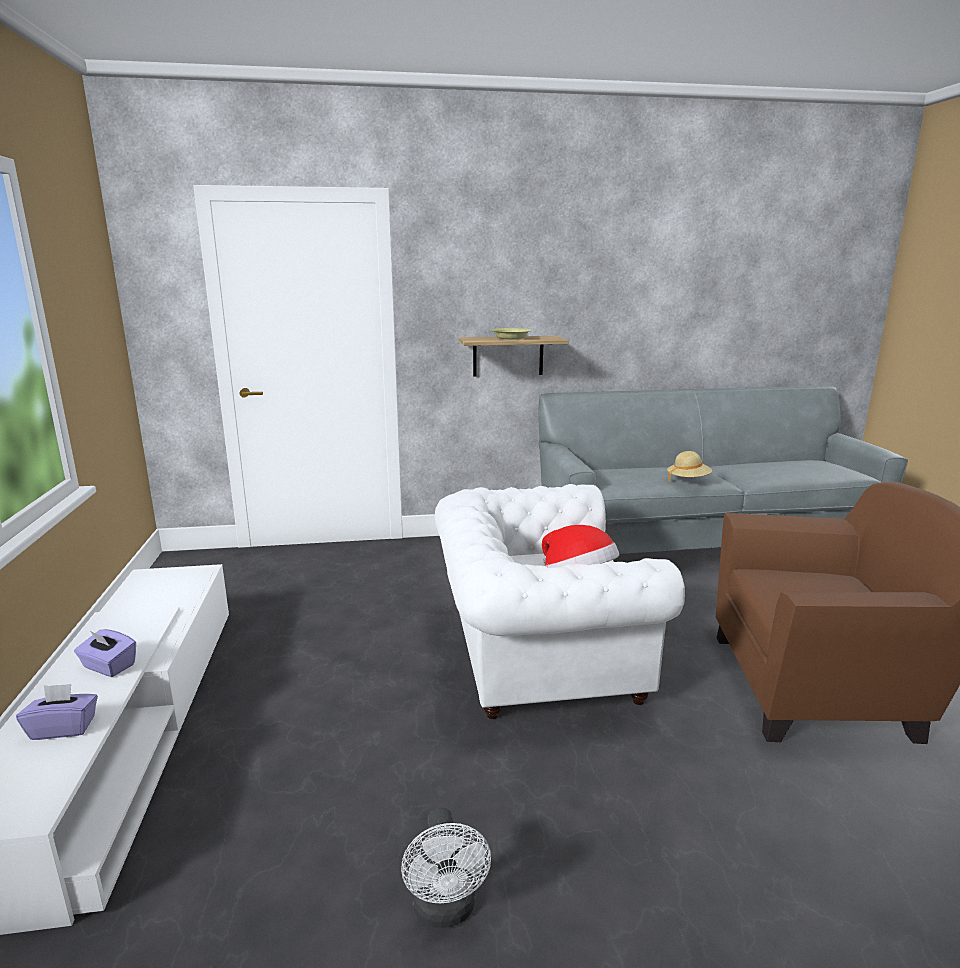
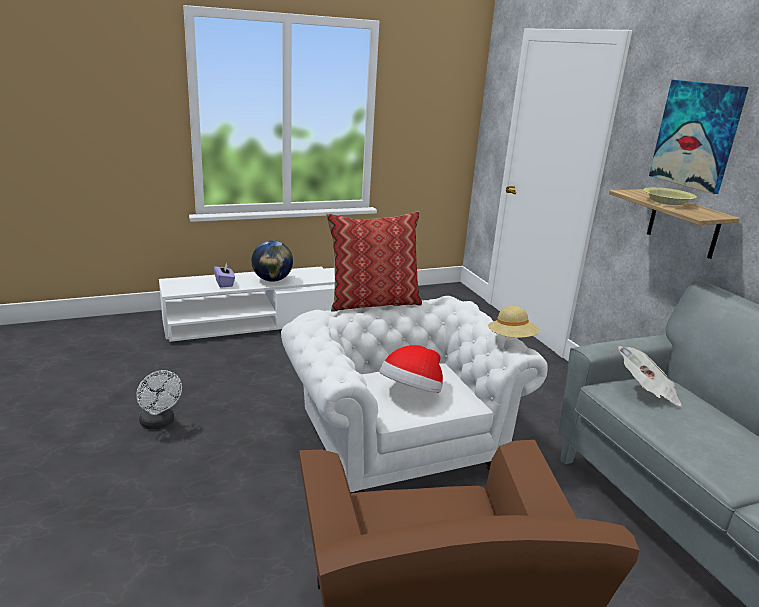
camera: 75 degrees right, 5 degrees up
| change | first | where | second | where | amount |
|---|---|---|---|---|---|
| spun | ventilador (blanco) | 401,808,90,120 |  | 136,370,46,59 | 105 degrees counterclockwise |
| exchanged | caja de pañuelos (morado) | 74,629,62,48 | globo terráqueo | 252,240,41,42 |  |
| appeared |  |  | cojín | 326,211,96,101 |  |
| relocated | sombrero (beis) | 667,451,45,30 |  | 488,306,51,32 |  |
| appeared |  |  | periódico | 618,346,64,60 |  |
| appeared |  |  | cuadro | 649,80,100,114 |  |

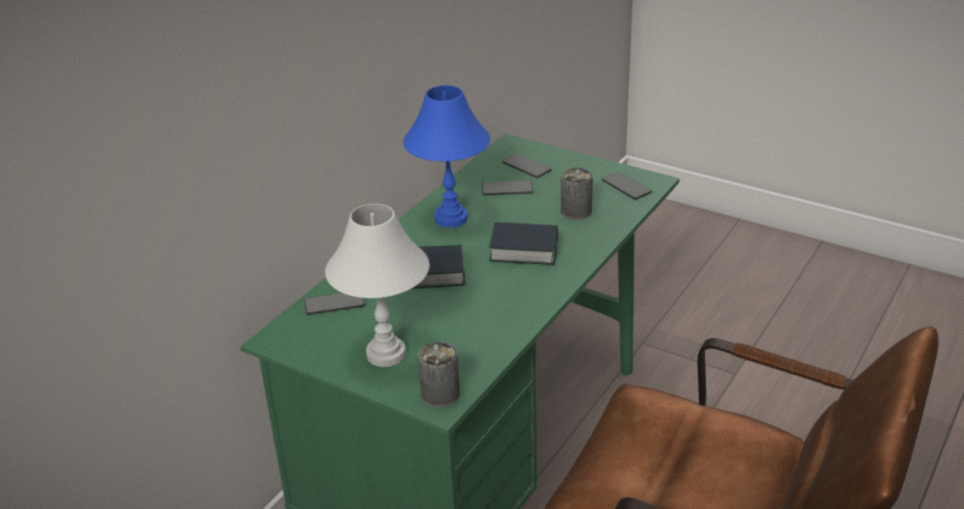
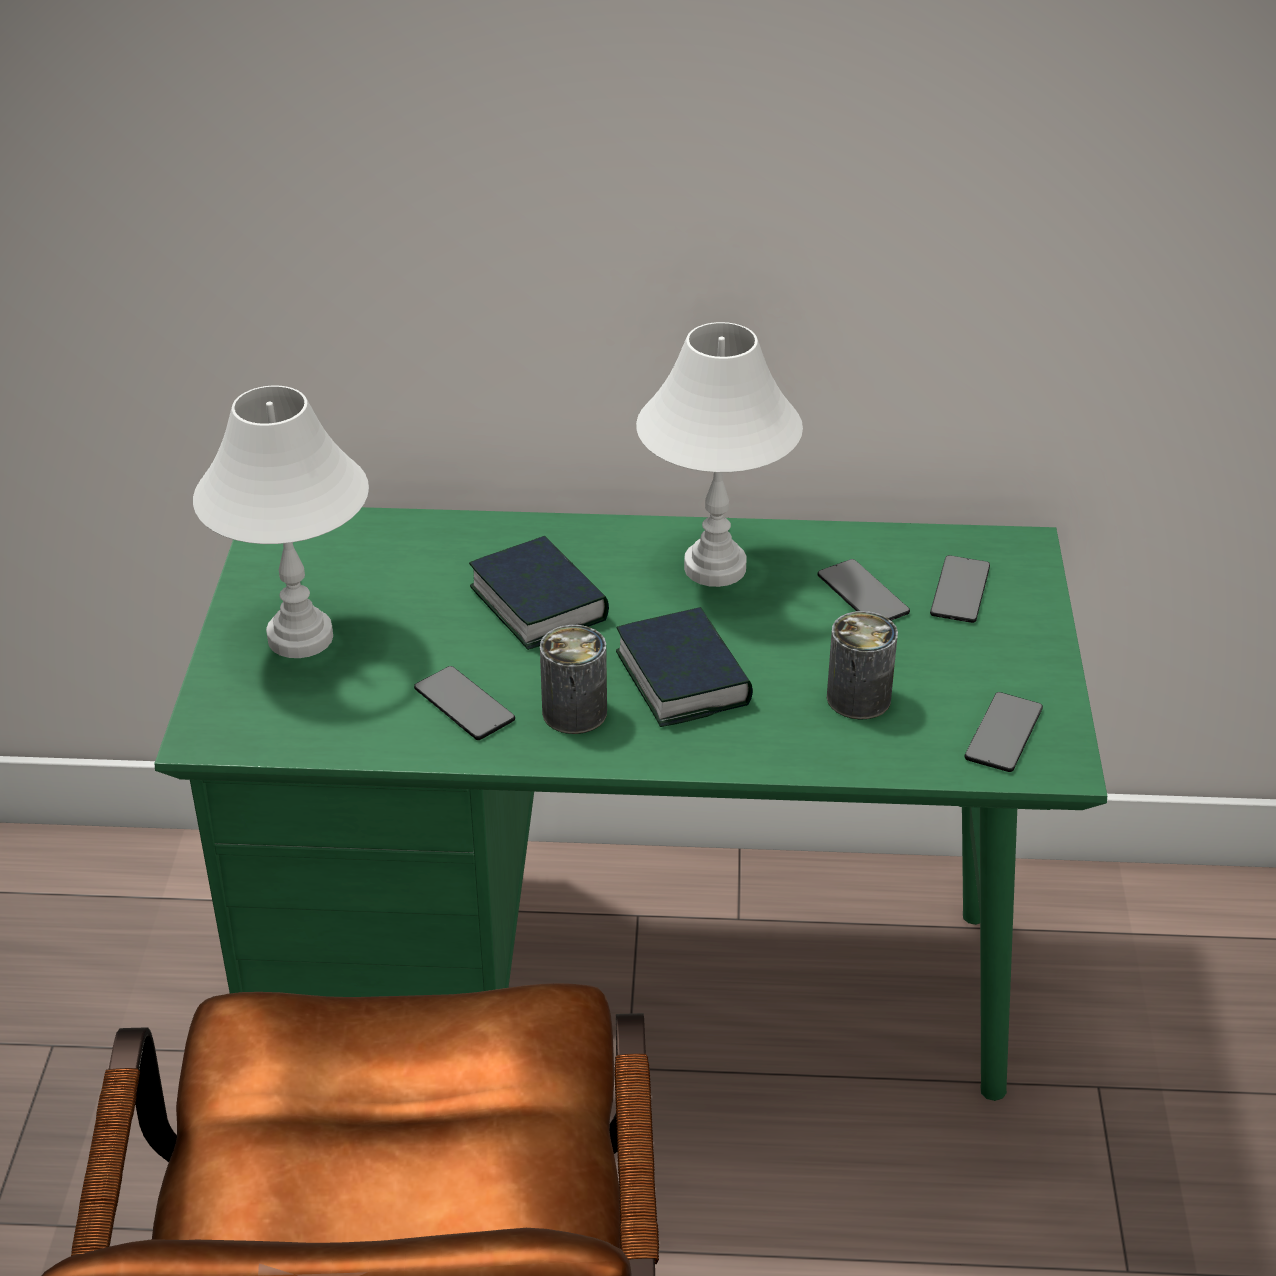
camera: 60 degrees right, 5 degrees up
| change | first | where | second | where | amount |
|---|---|---|---|---|---|
| relocated | móvil | 304,293,61,22 |  | 414,666,101,74 |  |
| relocated | lata | 418,341,42,67 |  | 540,625,67,109 |  |
| colour | lámpara de mesa (azul) | 403,85,87,143 | lámpara de mesa (blanco) | 636,322,167,265 |  |

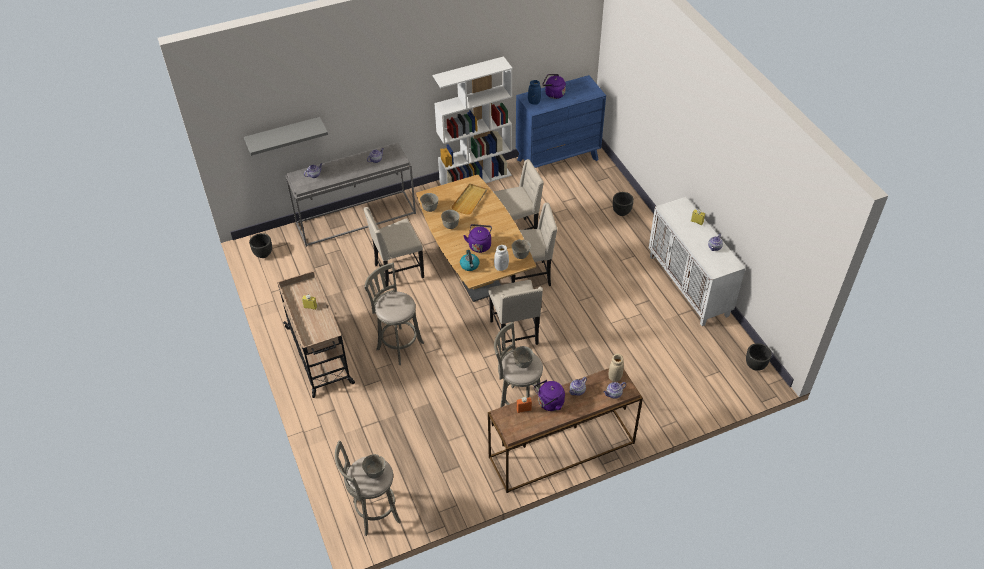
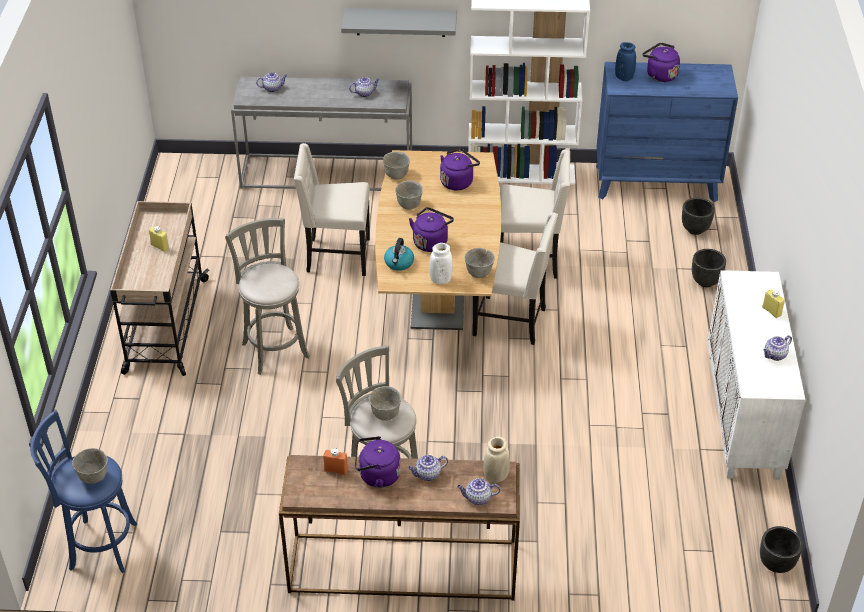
camera: 25 degrees right, 5 degrees down
| change | first | where | second | where | amount |
|---|---|---|---|---|---|
| colour | taburete (gris) | 335,440,66,96 | taburete (azul) | 30,410,107,163 |  |
| relocated | estante (gris) | 244,117,84,39 |  | 341,8,116,29 |  |
| exchanged | bandeja (beis) | 451,183,36,32 | hervidor (morado) | 440,148,40,43 |  |
| relocated | maceta (negro) | 249,233,23,25 |  | 682,198,33,37 |  |
| missing | silla (beis) | 488,280,55,71 |  |  |  |

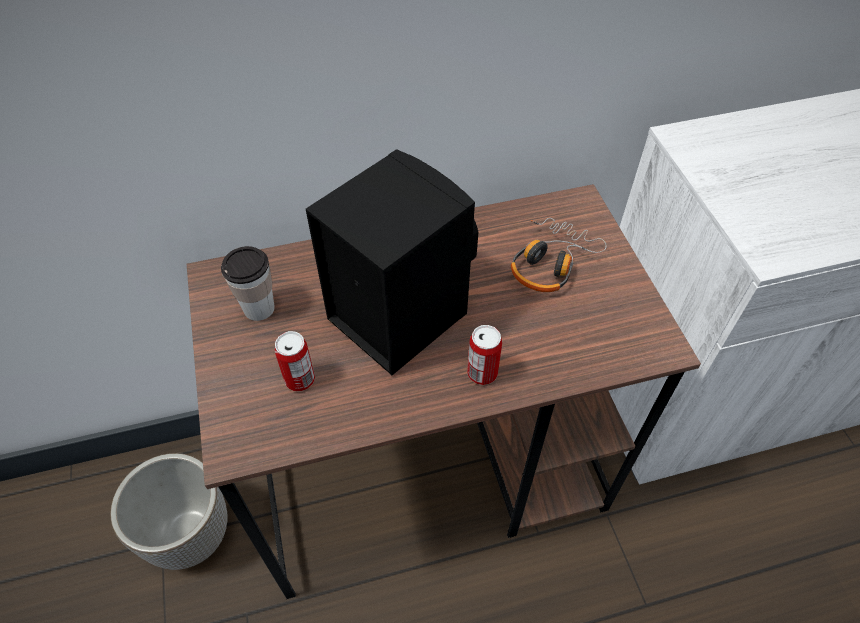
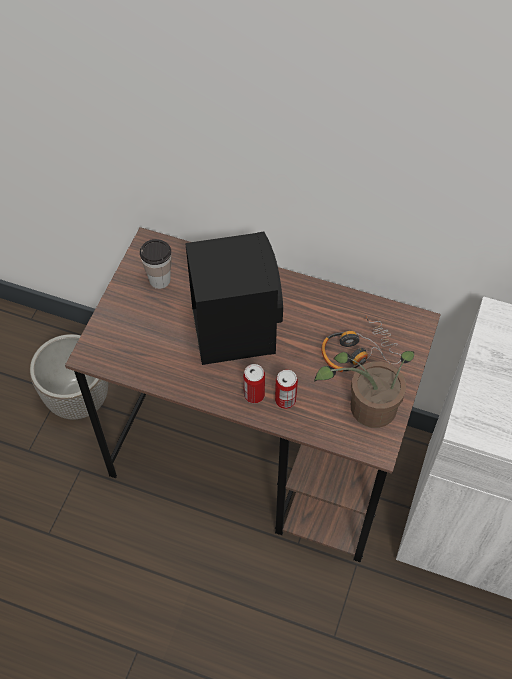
camera: 35 degrees right, 5 degrees up
| change | first | where | second | where | amount |
|---|---|---|---|---|---|
| relocated | lata | 275,331,40,60 |  | 275,370,23,39 |  |
| appeared |  |  | planta en maceta | 314,351,100,77 |  |

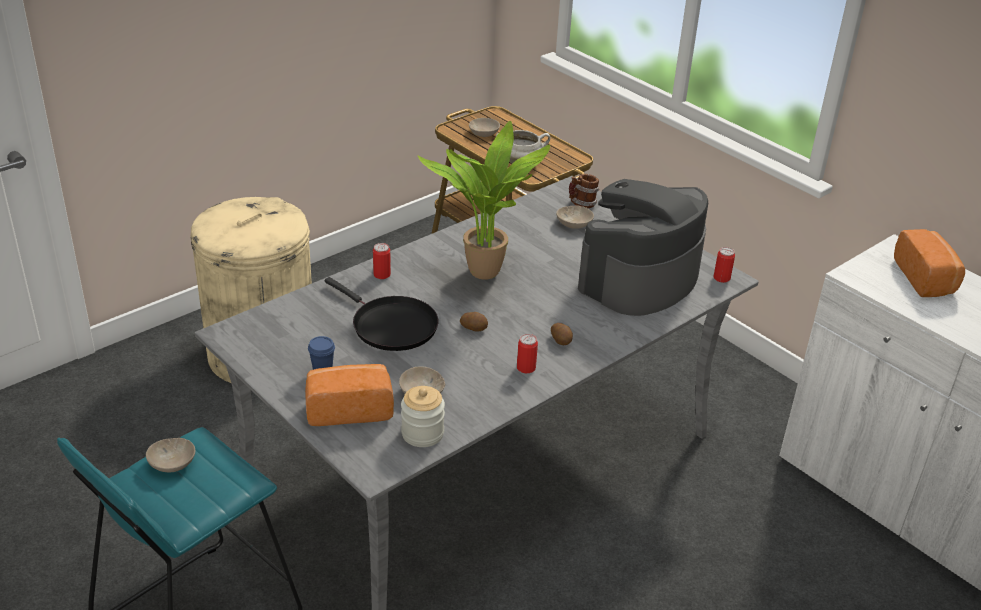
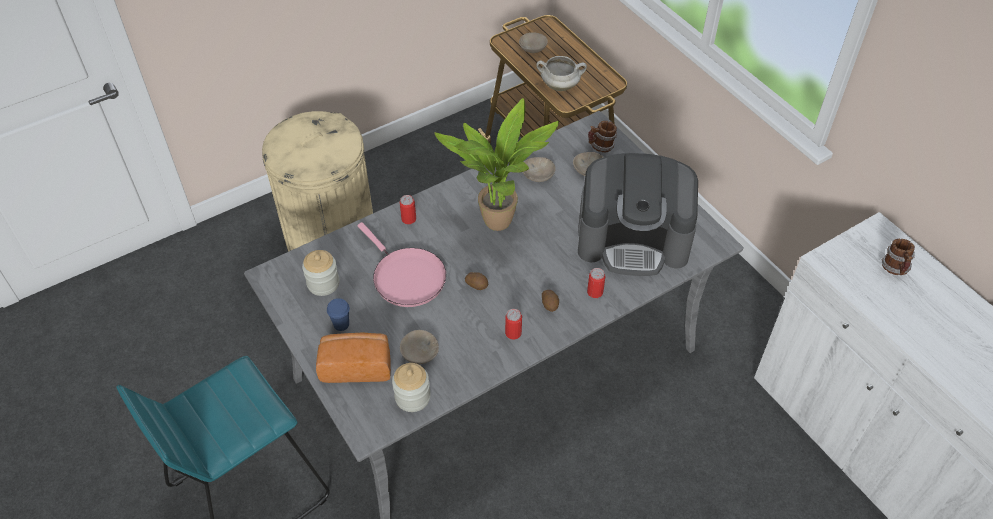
camera: 10 degrees right, 15 degrees up
| change | first | where | second | where | amount |
|---|---|---|---|---|---|
| appeared |  |  | tarro | 302,250,37,46 |  |
| colour | sartén (negro) | 325,277,113,74 | sartén (rosa) | 357,222,89,85 |  |
| relocated | cuenco (beis) | 146,438,49,34 |  | 523,157,33,25 |  |
| spun | cafetera | 578,179,130,137 |  | 578,153,120,123 | 135 degrees counterclockwise |
| relocated | lata | 714,247,21,36 |  | 587,268,18,30 |  |
| exchanged | pan | 894,229,71,68 | taza grande | 882,239,33,36 |  |

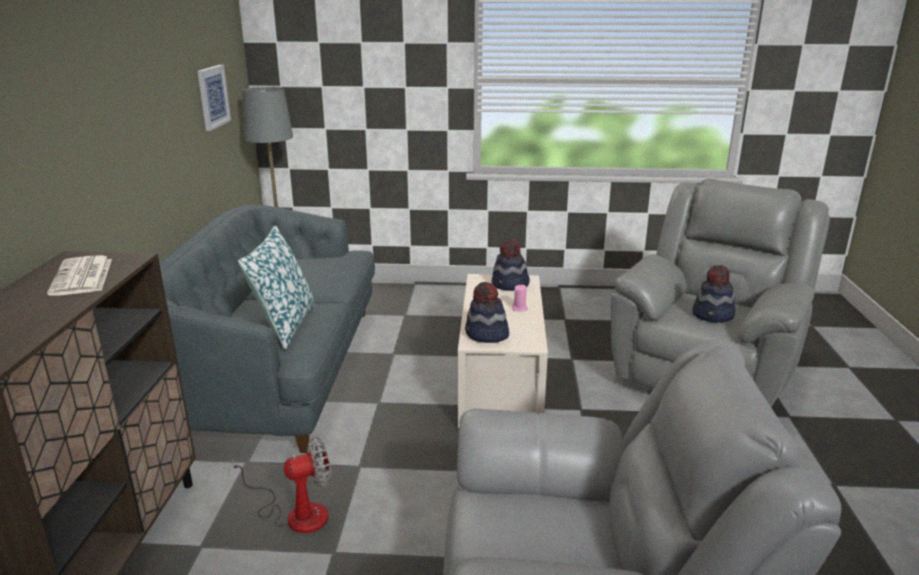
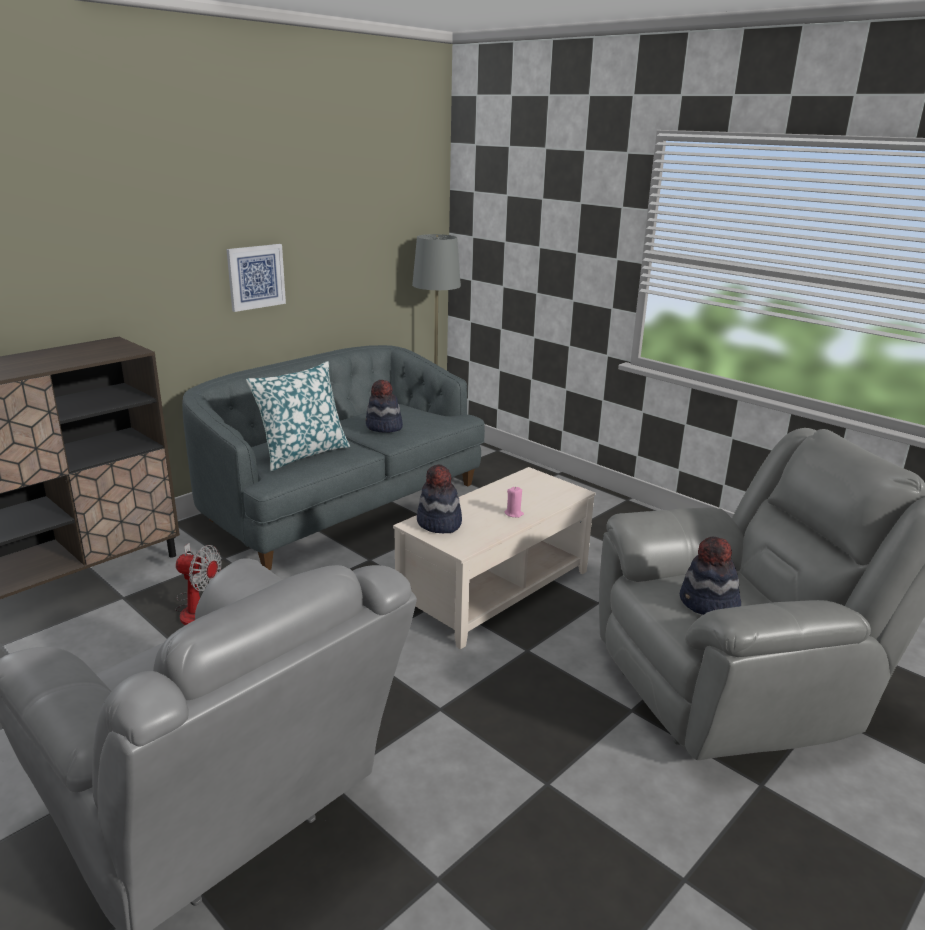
camera: 40 degrees right, 0 degrees up
| change | first | where | second | where | amount |
|---|---|---|---|---|---|
| relocated | cuadro | 197,65,34,66 |  | 226,244,60,68 |  |
| relocated | sombrero | 492,239,38,52 |  | 366,380,37,53 |  |
| missing | periódico | 47,255,65,41 |  |  |  |

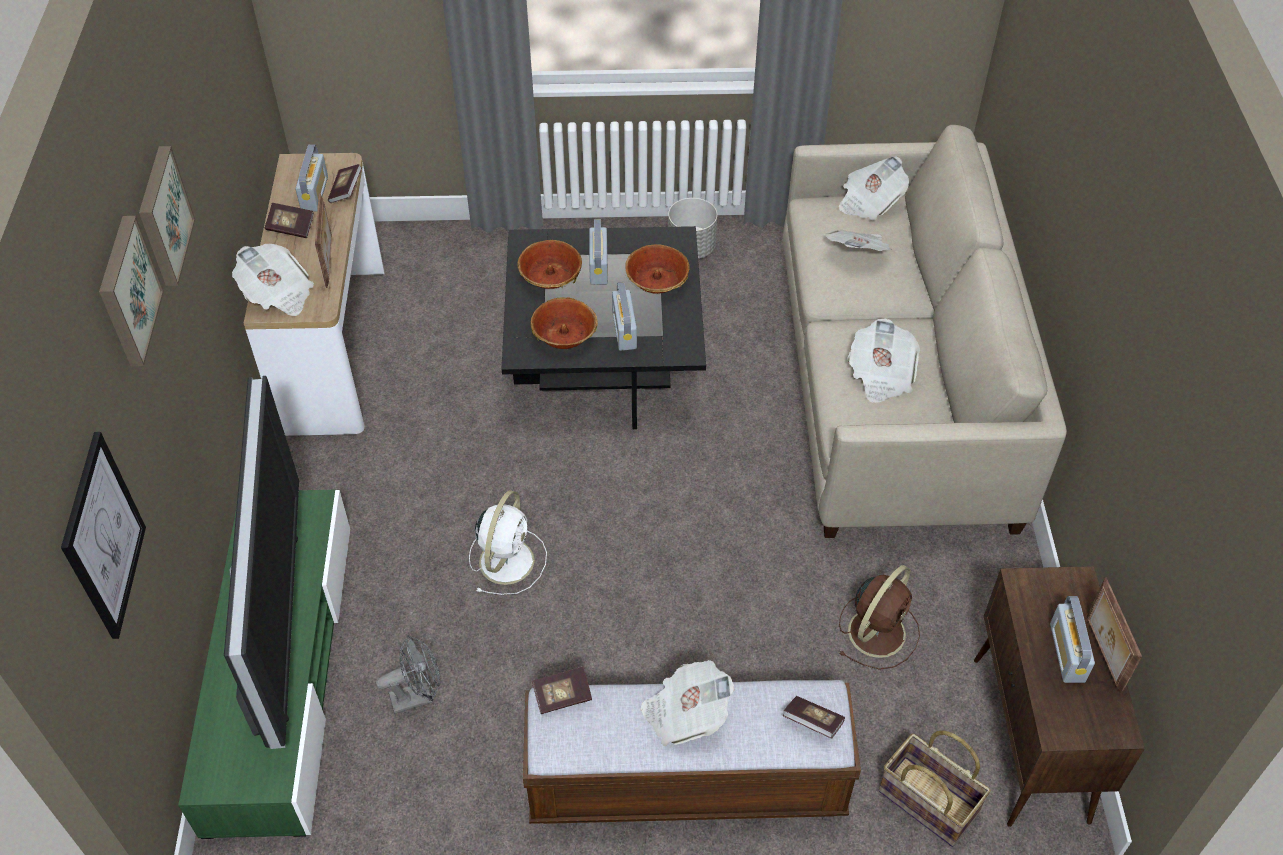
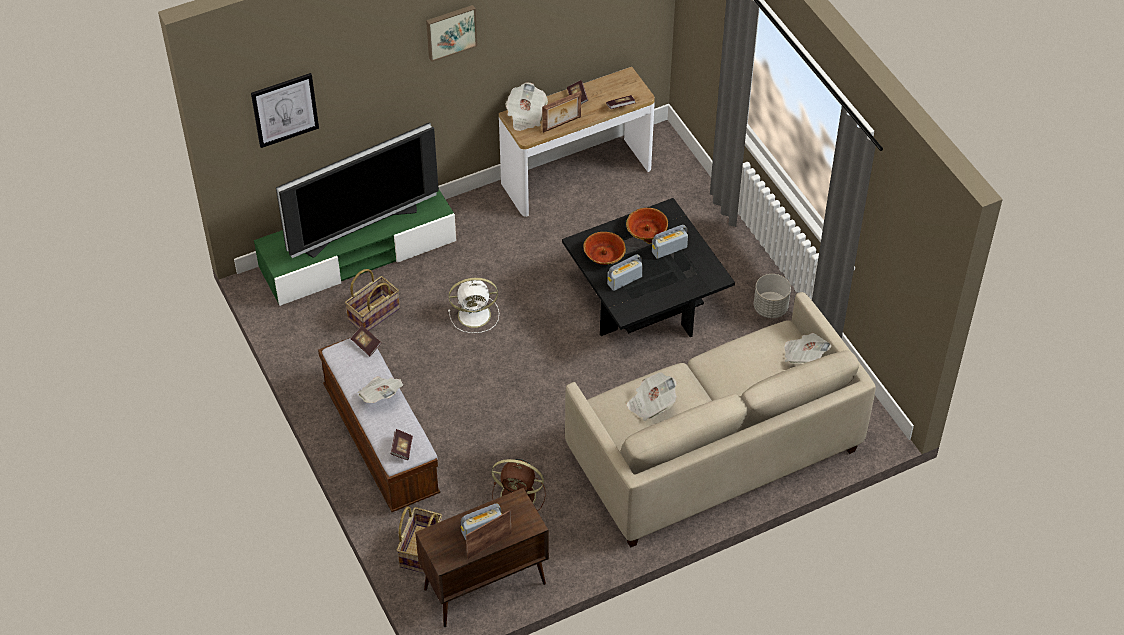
camera: 65 degrees right, 0 degrees up
| change | first | where | second | where | amount |
|---|---|---|---|---|---|
| exchanged | ventilador (gris) | 376,635,64,79 | cesta | 345,269,55,62 |  |
| missing | cuadro | 99,216,65,150 |  |  |  |
| missing | radio | 295,144,33,68 |  |  |  |
| missing | cuenco | 626,244,64,50 |  |  |  |
| missing | periódico | 825,229,67,22 |  |  |  |

